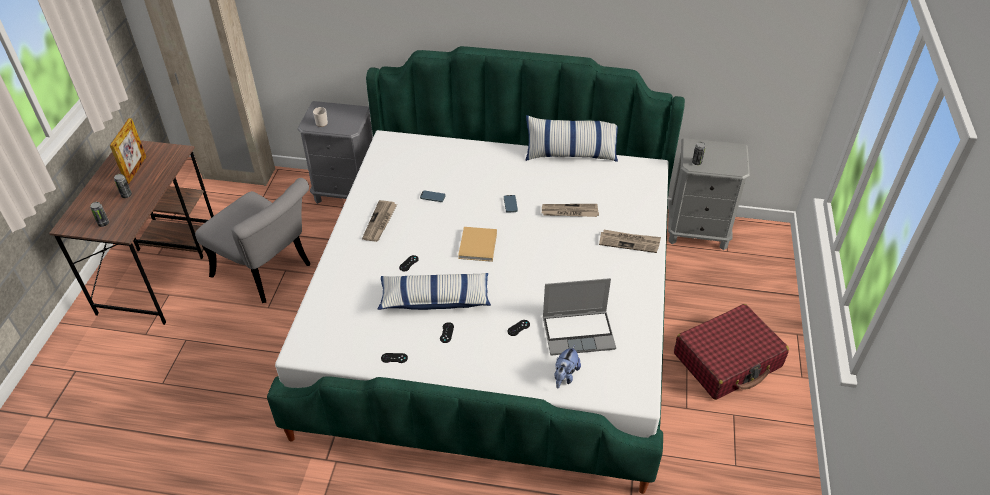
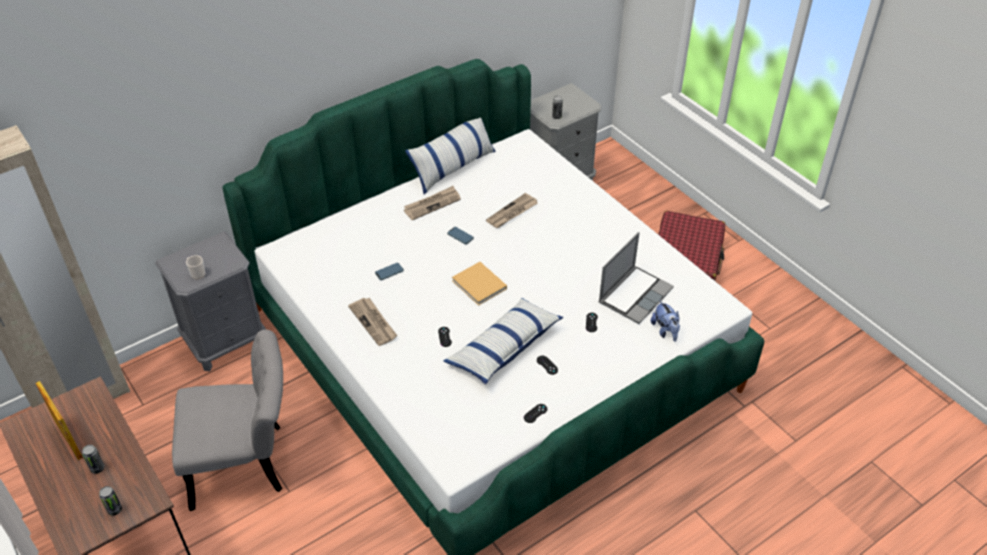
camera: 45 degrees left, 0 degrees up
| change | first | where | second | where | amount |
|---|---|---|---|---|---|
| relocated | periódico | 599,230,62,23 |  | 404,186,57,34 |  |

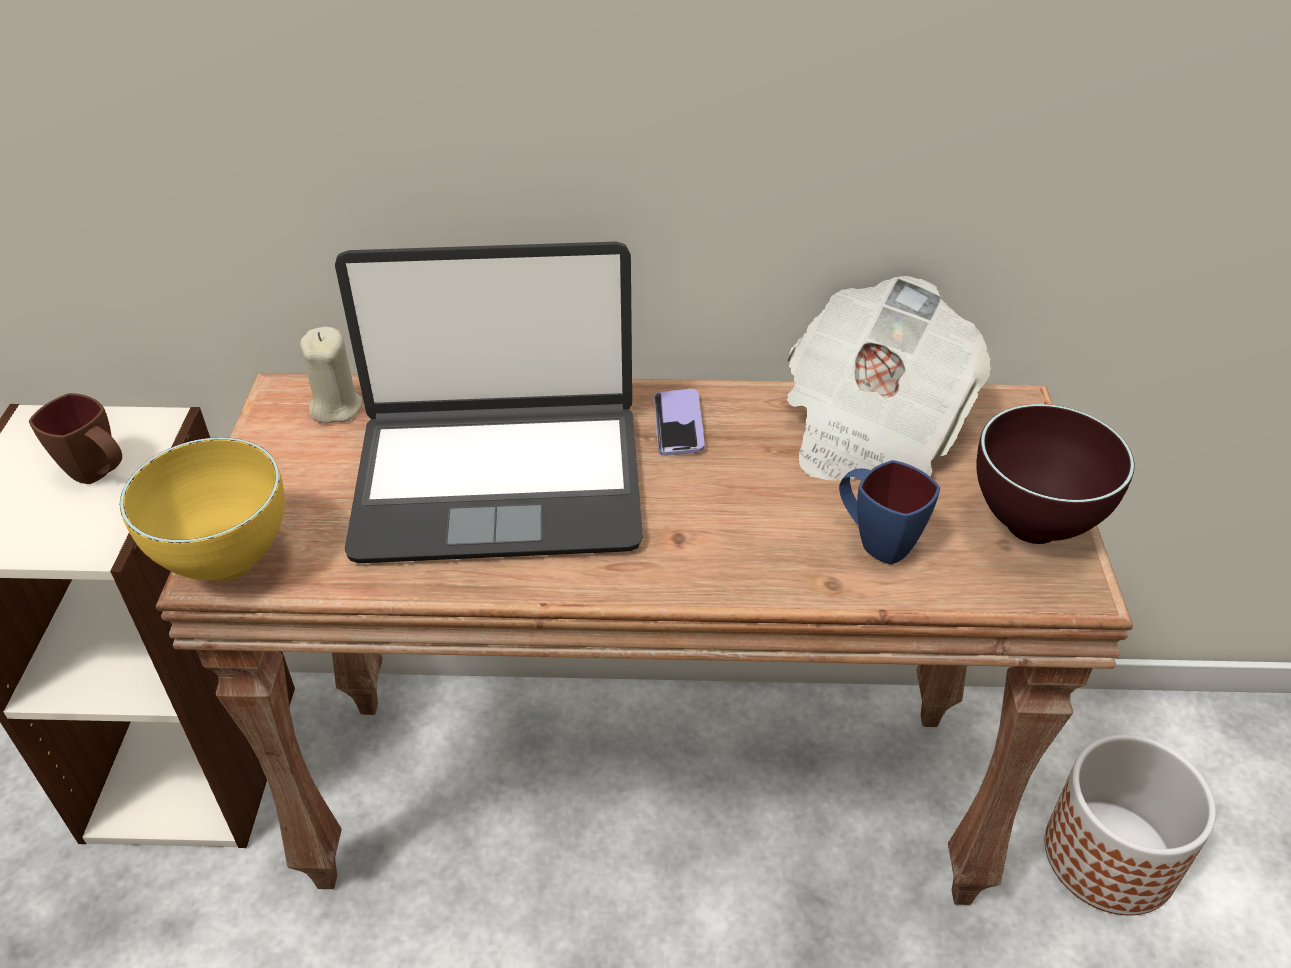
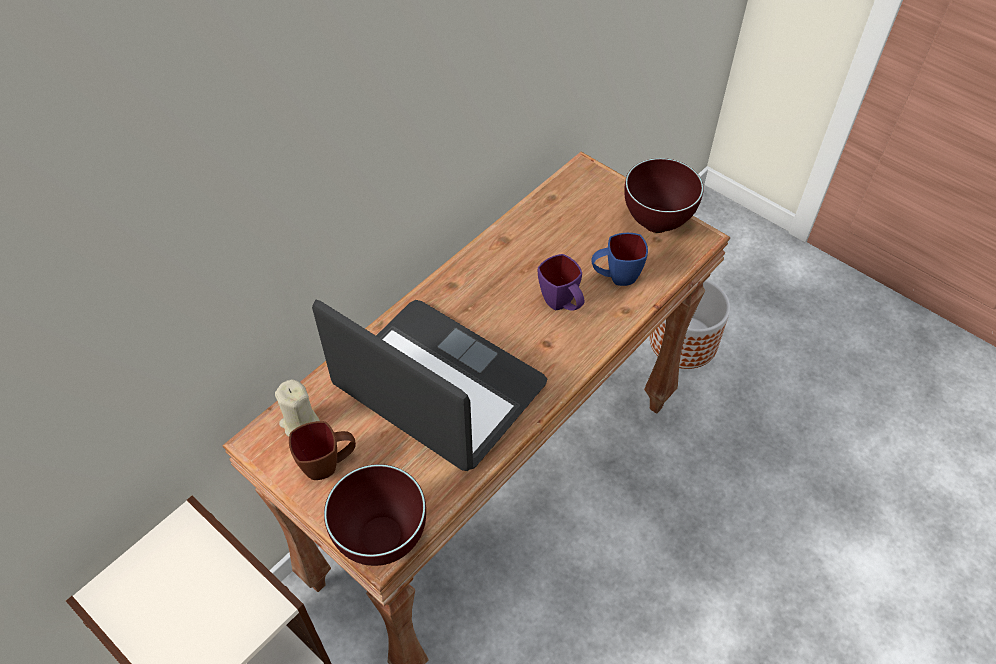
camera: 50 degrees left, 10 degrees up
| change | first | where | second | where | amount |
|---|---|---|---|---|---|
| relocated | taza grande (marrón) | 29,393,93,91 |  | 289,421,67,59 |  |
| spun | portátil | 335,242,308,321 |  | 312,300,235,171 | 90 degrees counterclockwise |
| colour | cuenco (amarillo) | 120,437,165,145 | cuenco (marrón) | 324,464,102,102 |  |
| appeared |  |  | taza grande (morado) | 538,254,46,57 |  |
| missing | móvil | 654,389,51,67 |  |  |  |
| missing | periódico | 787,276,204,205 |  |  |  |

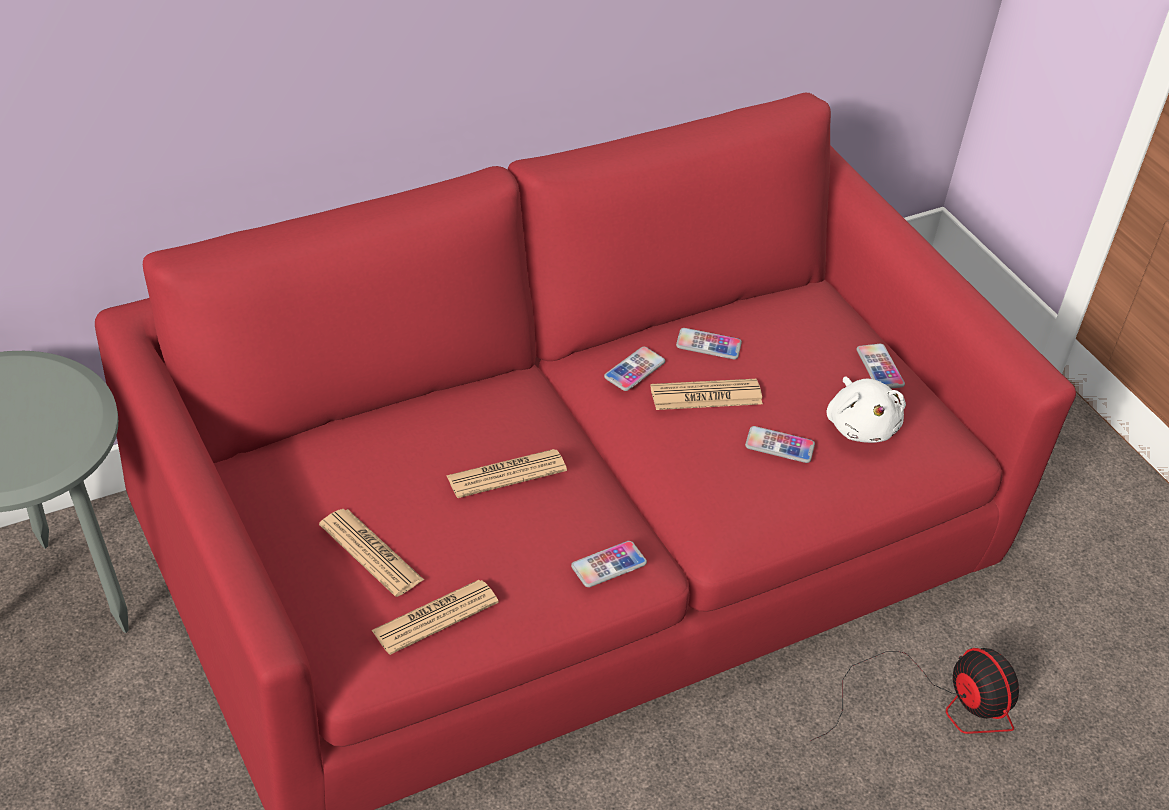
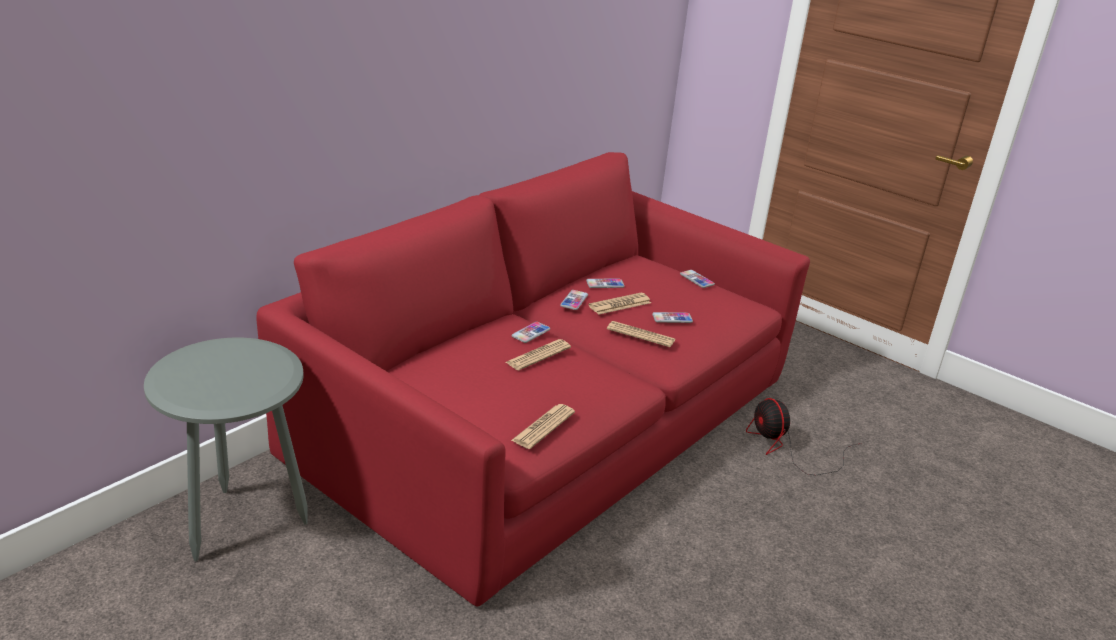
camera: 20 degrees left, 15 degrees down
| change | first | where | second | where | amount |
|---|---|---|---|---|---|
| relocated | móvil | 571,541,76,46 |  | 512,322,38,21 |  |
| relocated | periódico | 319,509,105,88 |  | 607,321,69,26 |  |
| spun | ventilador | 811,648,208,93 |  | 746,398,115,77 | 150 degrees counterclockwise |
| missing | peluche (blanco) | 827,376,79,67 |  |  |  |

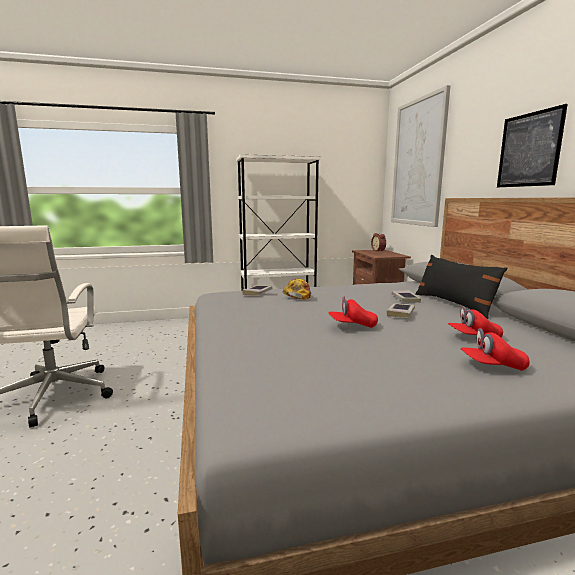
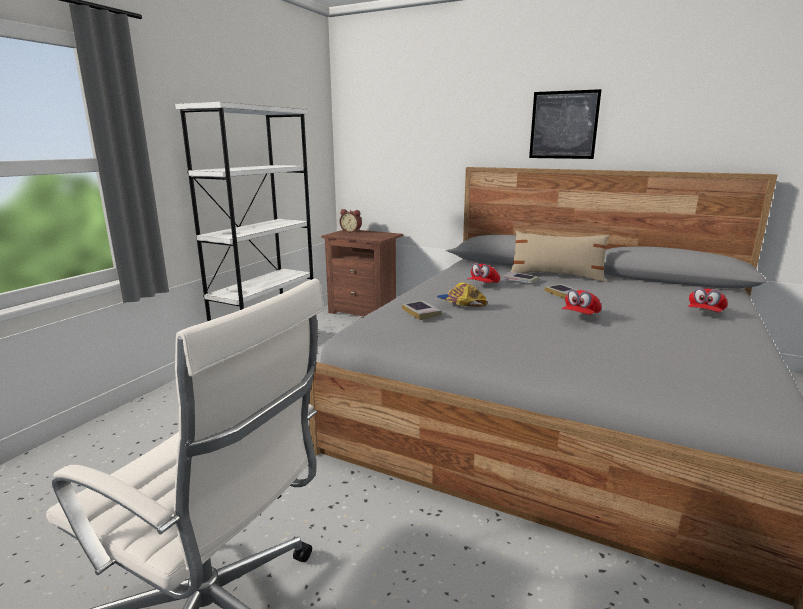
camera: 50 degrees left, 5 degrees up
| change | first | where | second | where | amount |
|---|---|---|---|---|---|
| relocated | gorra (rojo) | 447,306,56,31 |  | 467,263,33,20 |  |
| colour | cojín (negro) | 415,255,93,64 | cojín (beis) | 511,231,99,51 |  |
| missing | cuadro | 391,85,60,142 |  |  |  |

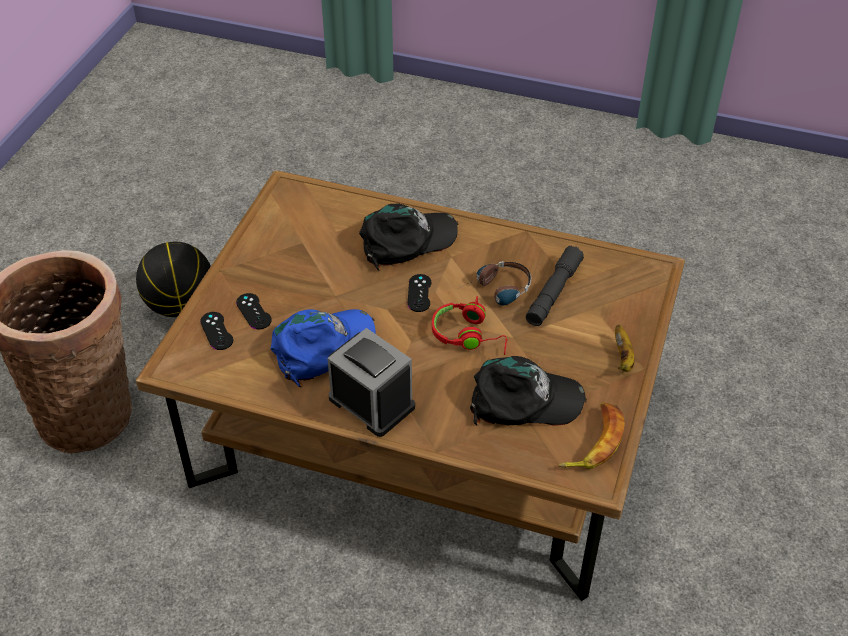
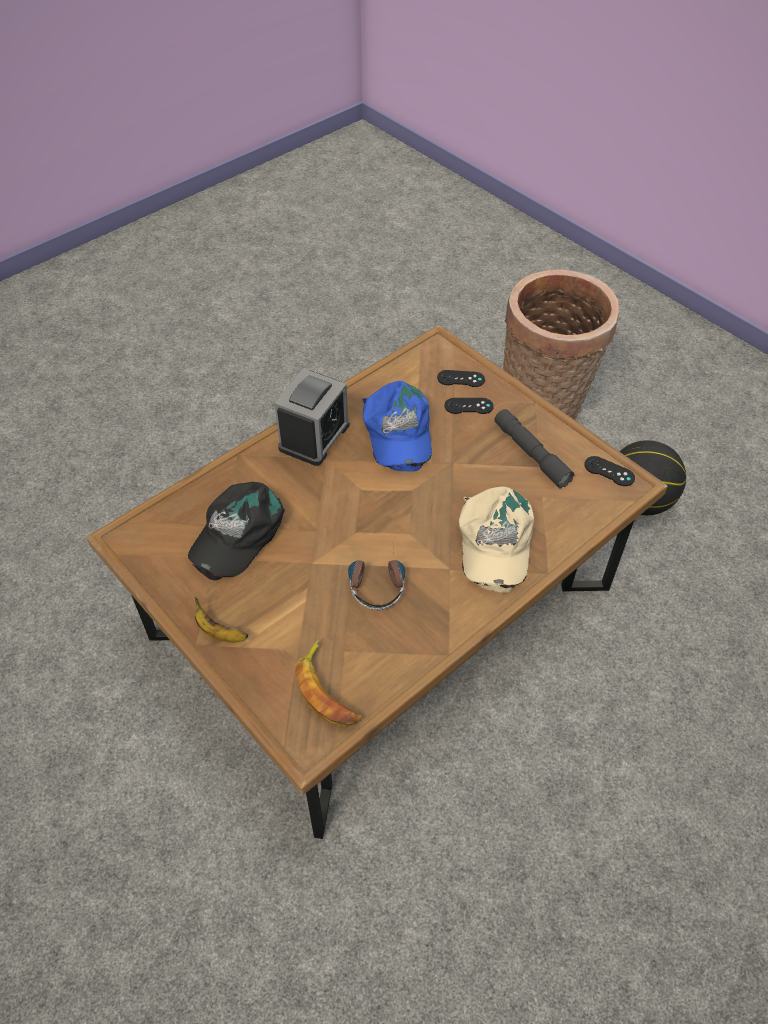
camera: 120 degrees right, 5 degrees up
| change | first | where | second | where | amount |
|---|---|---|---|---|---|
| spun | despertador | 327,328,88,109 |  | 274,368,76,98 | 45 degrees counterclockwise |
| relocated | plátano | 558,403,67,66 |  | 295,638,66,89 |  |
| colour | gorra (negro) | 359,203,100,68 | gorra (beis) | 459,487,75,106 |  |
| relocated | linterna (gris) | 526,246,58,80 |  | 495,409,80,79 |  |
| relocated | mando de consola (negro) | 407,274,24,38 |  | 584,456,51,30 |  |
| missing | auriculares (rojo) | 432,296,76,59 |  |  |  |

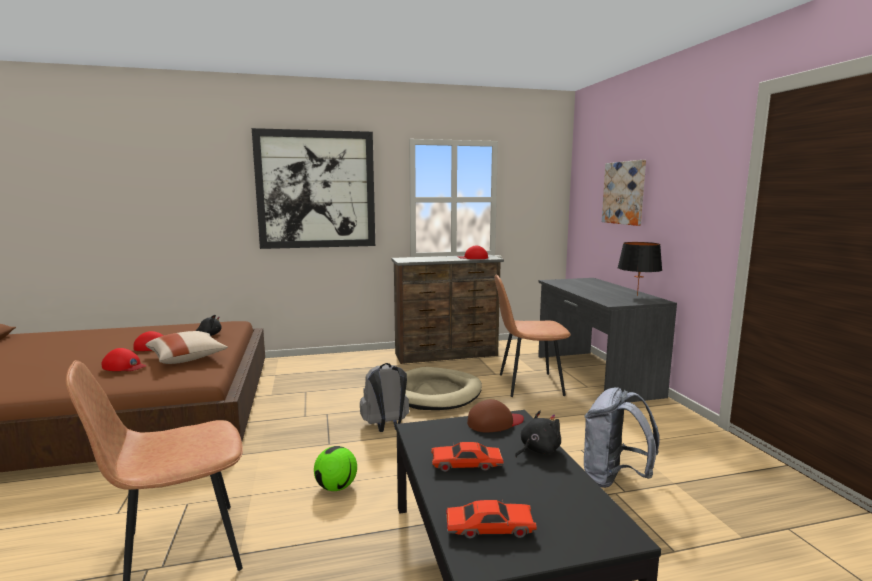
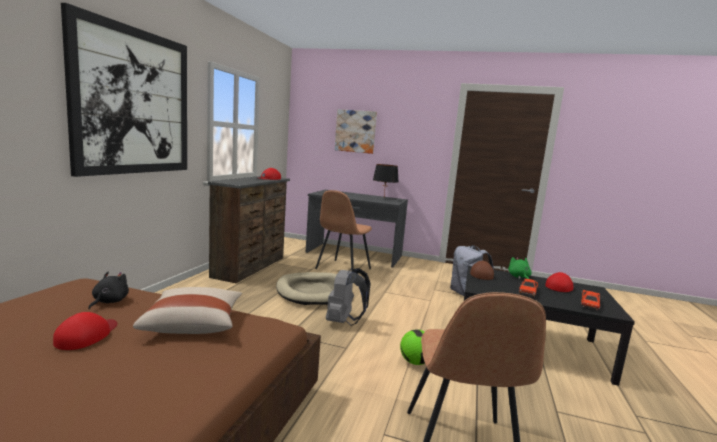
camera: 60 degrees left, 0 degrees up
| change | first | where | second | where | amount |
|---|---|---|---|---|---|
| colour | peluche (negro) | 515,411,46,47 | peluche (verde) | 508,257,24,22 |  |
| relocated | gorra (rojo) | 102,348,44,23 |  | 545,272,29,20 |  |

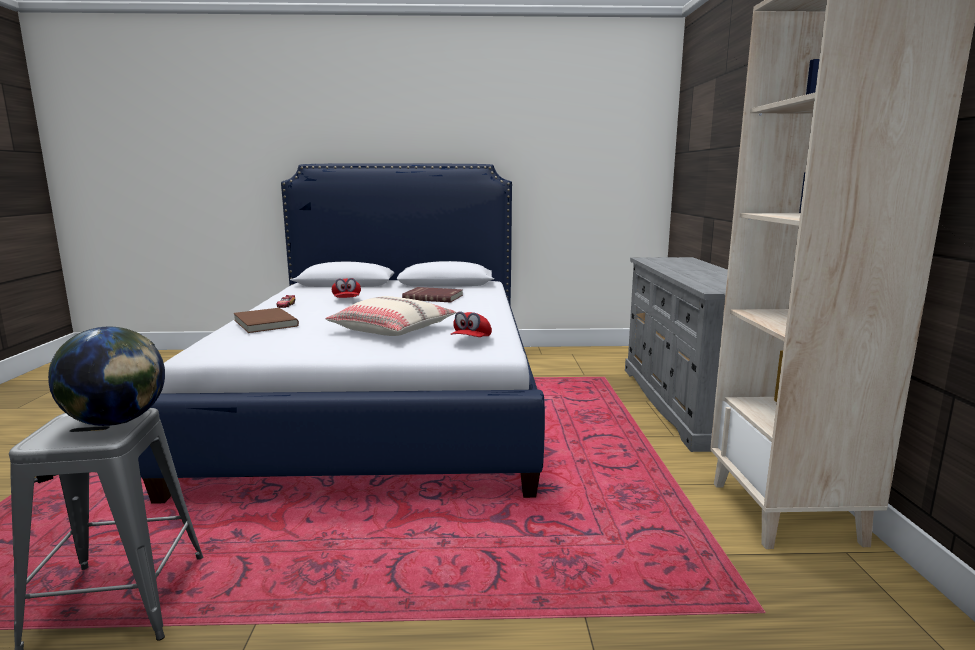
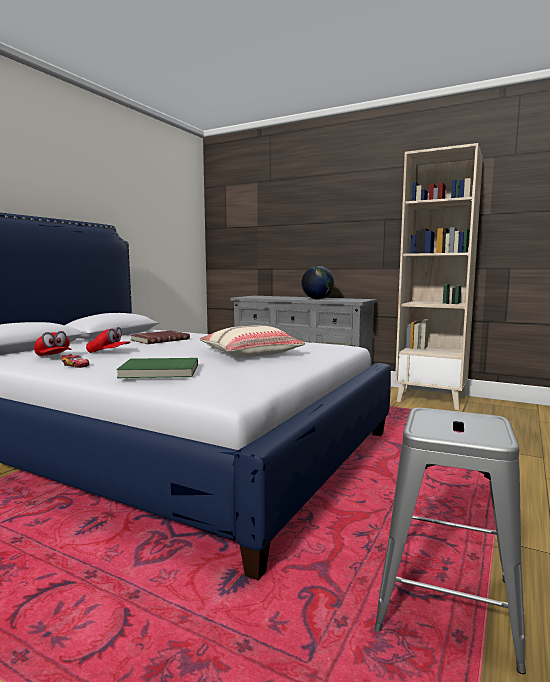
camera: 60 degrees left, 5 degrees down
| change | first | where | second | where | amount |
|---|---|---|---|---|---|
| relocated | gorra (rojo) | 451,311,41,26 |  | 34,331,38,25 |  |
| colour | libro (marrón) | 234,308,65,25 | libro (verde) | 116,358,82,20 |  |
| relocated | globo terráqueo | 48,326,117,100 |  | 301,266,33,33 |  |

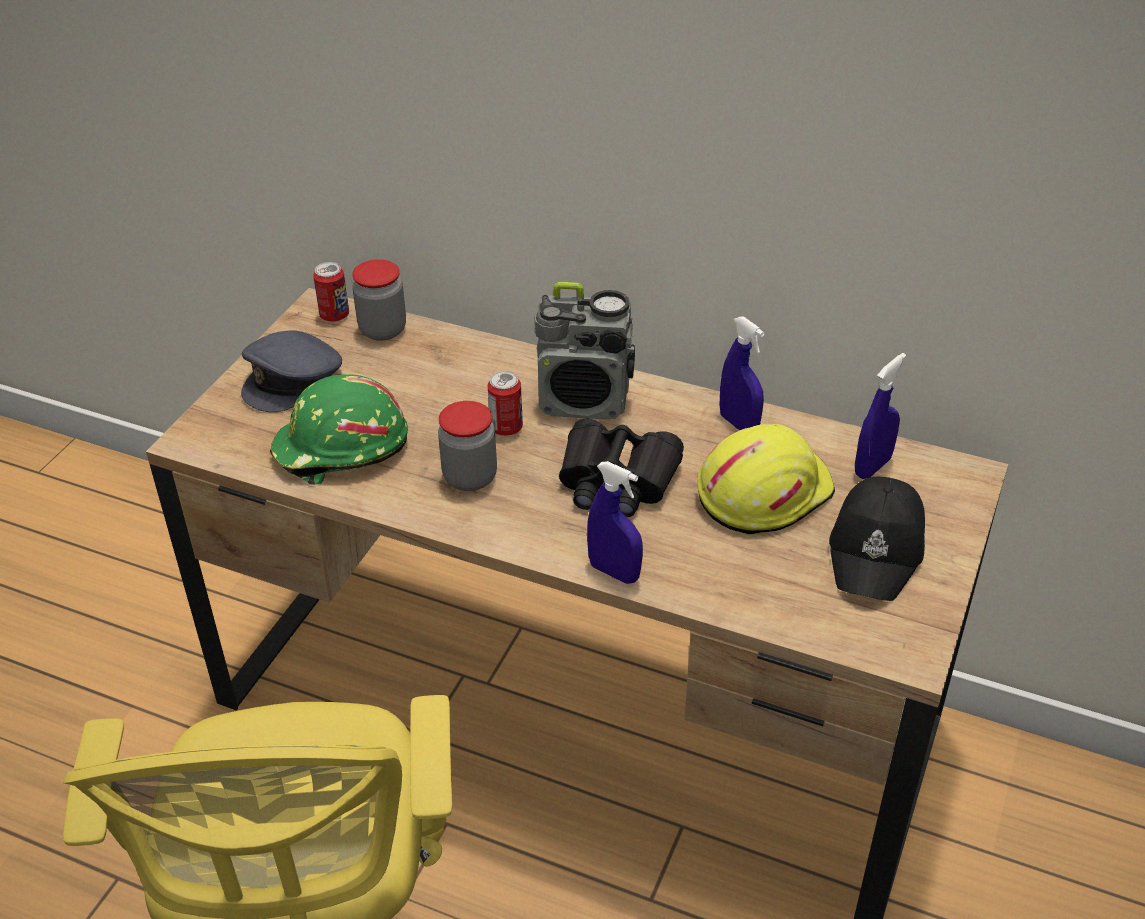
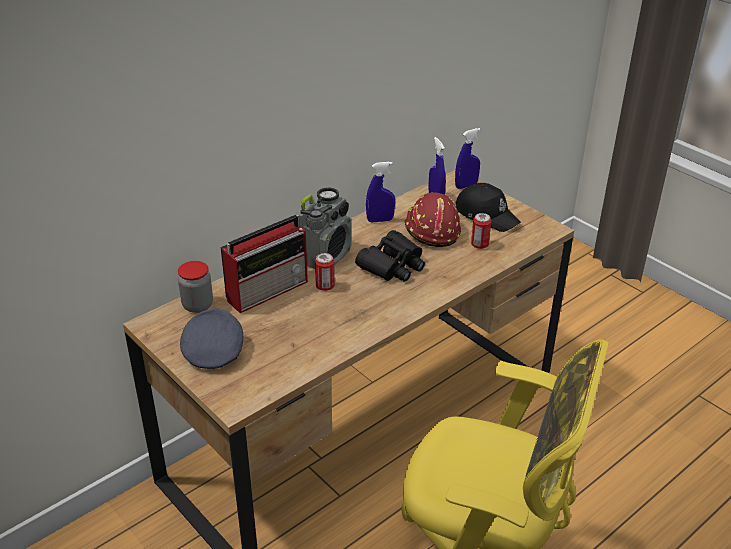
camera: 65 degrees left, 5 degrees down
| change | first | where | second | where | amount |
|---|---|---|---|---|---|
| spun | gorra (gris) | 241,330,101,82 |  | 180,308,63,61 | 150 degrees counterclockwise |
| appeared |  |  | radio | 221,215,87,98 |  |
| colour | casco (amarillo) | 697,424,138,110 | casco (rojo) | 404,193,57,54 |  |
| relocated | pulverizador (azul) | 587,461,56,123 |  | 455,128,26,61 |  |
| relocated | lata | 313,262,36,60 |  | 471,213,20,36 |  |
| missing | casco (verde) | 270,374,138,111 |  |  |  |
| missing | tarro | 438,401,59,90 |  |  |  |

